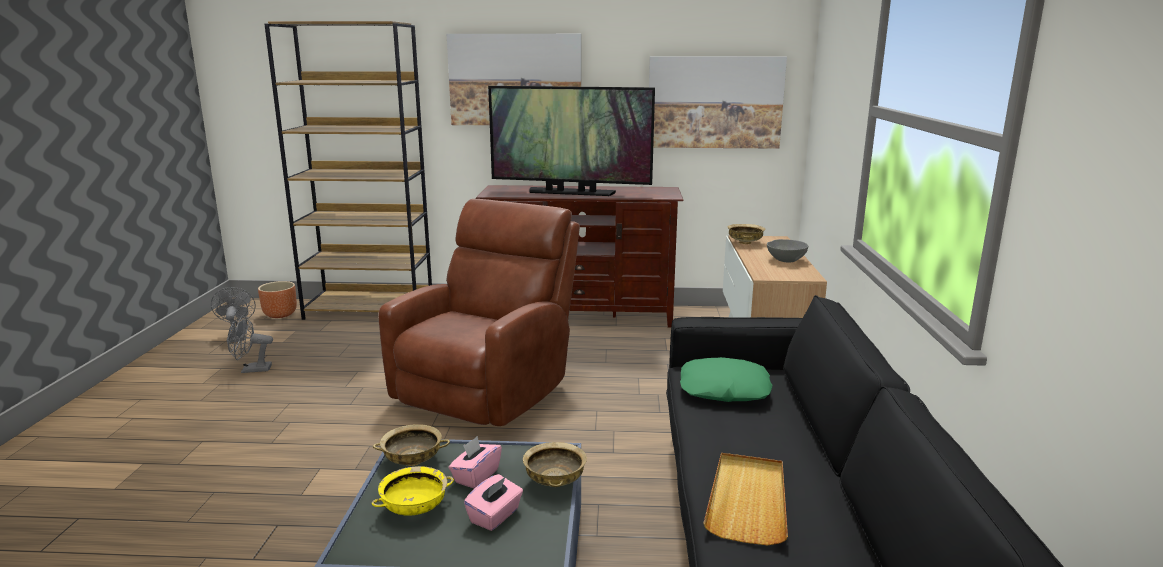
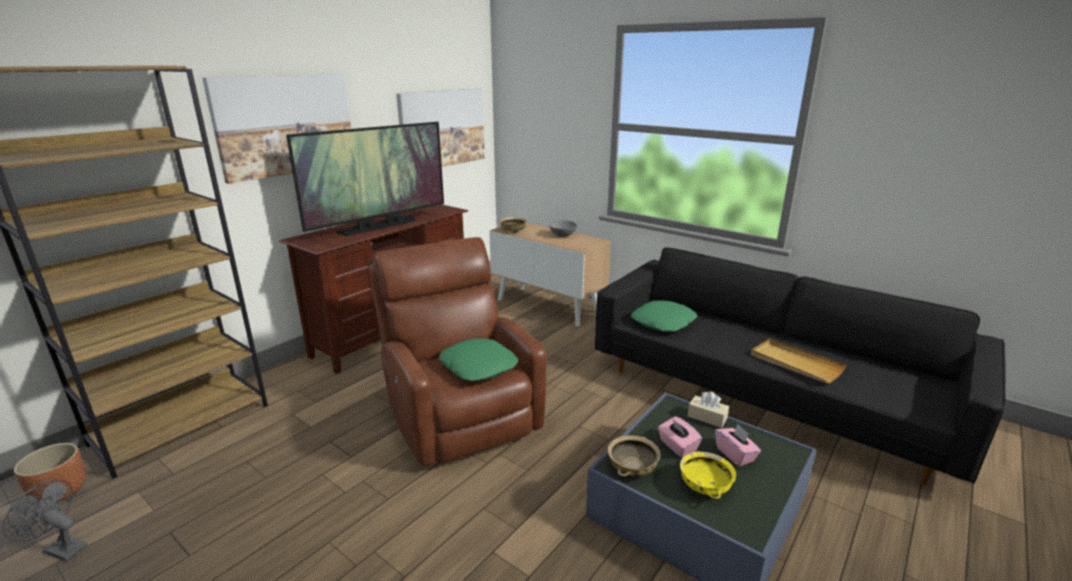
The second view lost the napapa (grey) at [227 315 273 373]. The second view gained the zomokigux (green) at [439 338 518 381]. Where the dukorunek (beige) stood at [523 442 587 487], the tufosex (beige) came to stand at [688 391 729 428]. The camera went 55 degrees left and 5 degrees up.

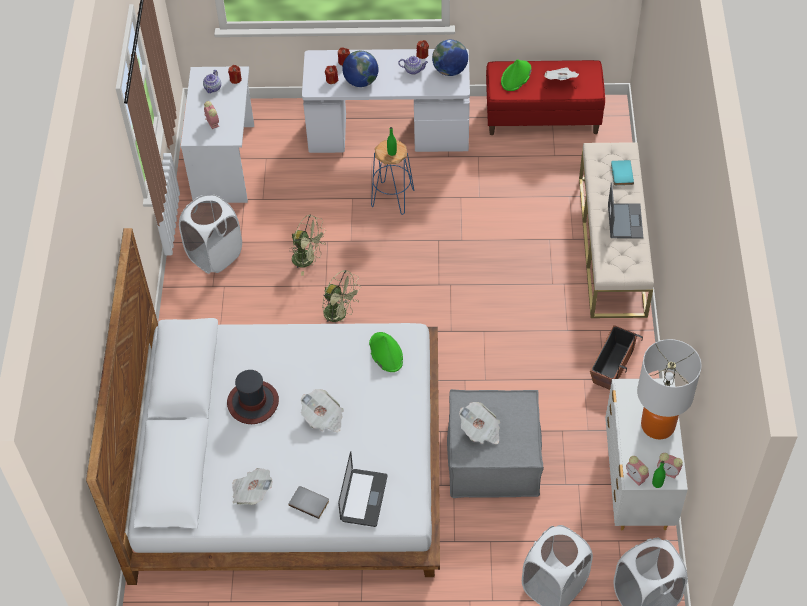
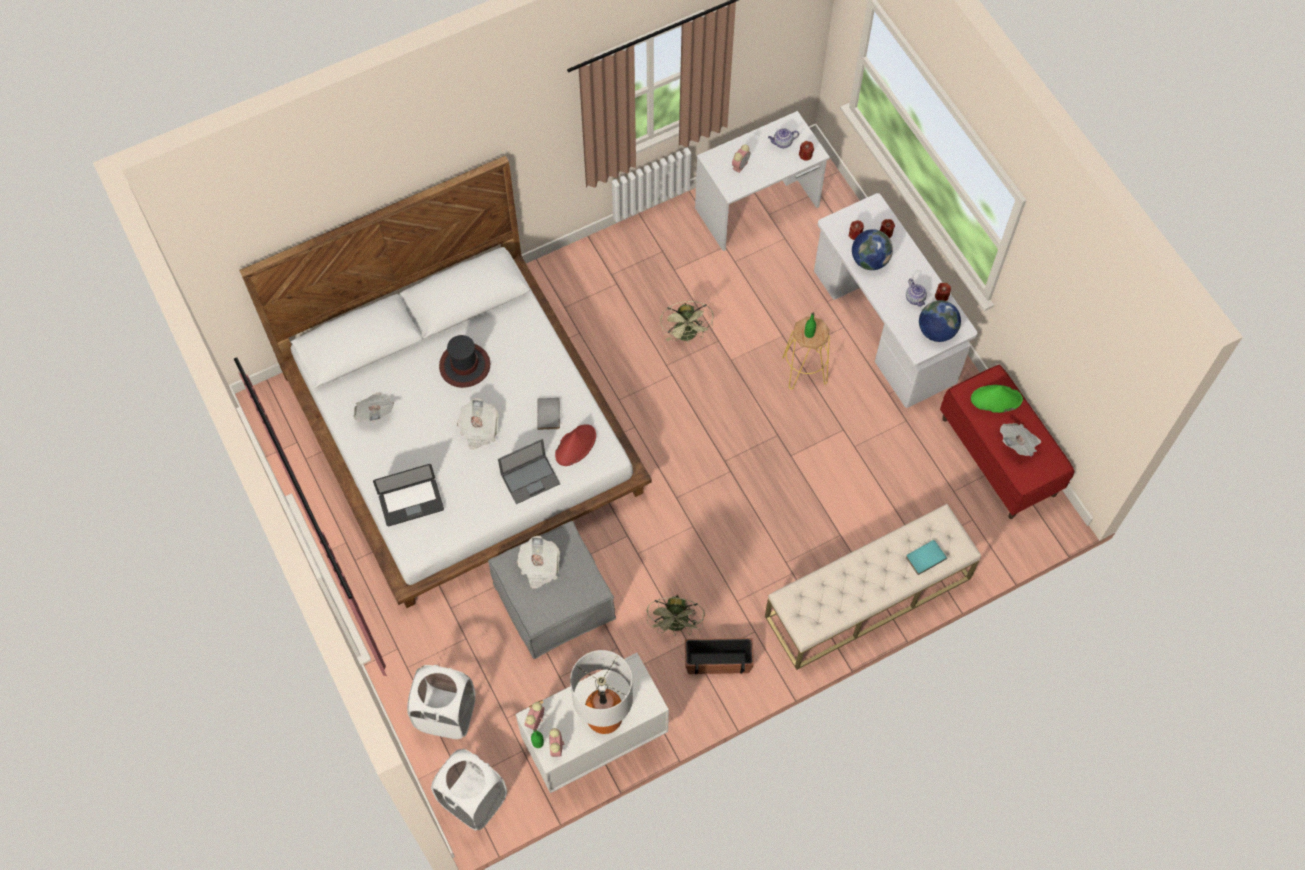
The second view lost the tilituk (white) at [179 194 242 274]. The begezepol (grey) ended up elsewhere, having gone from [288 486 329 519] to [537 398 560 430]. The napapa (green) ended up elsewhere, having gone from [322 270 360 322] to [647 595 705 636]. The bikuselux ended up elsewhere, having gone from [608 183 643 239] to [498 439 560 504]. What was the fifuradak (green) at [369 332 403 372] turned into the fifuradak (red) at [555 424 596 466]. What was the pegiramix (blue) at [371 140 414 215] turned into the pegiramix (yellow) at [782 316 830 390]. The camera went 60 degrees right and 10 degrees up.

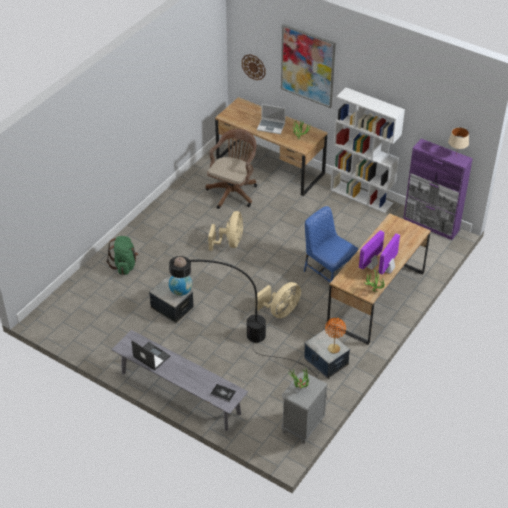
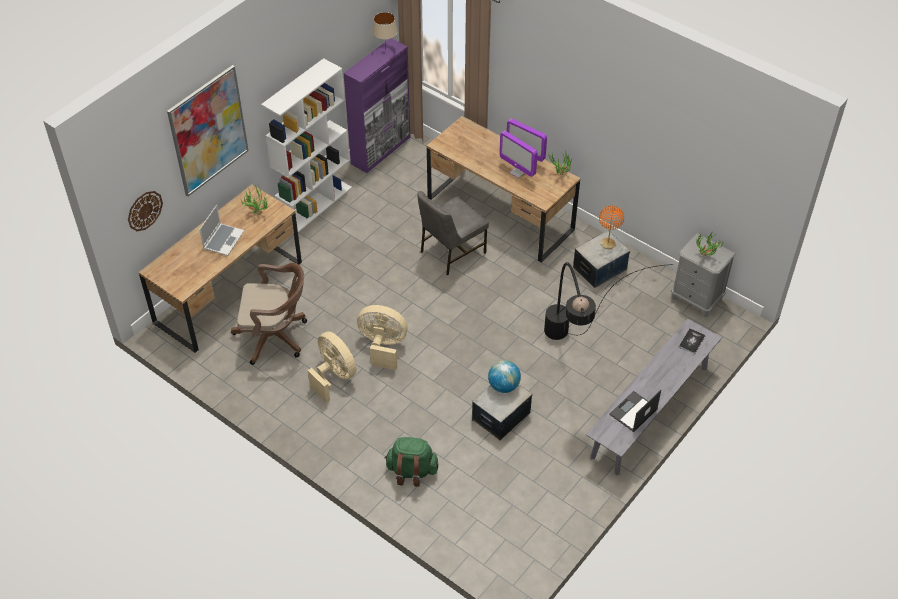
The napapa (beige) ended up elsewhere, having gone from [257 282 301 318] to [308 331 357 403]. What was the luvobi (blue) at [304 206 359 283] turned into the luvobi (grey) at [417 191 489 275]. The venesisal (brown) at [205 129 257 209] ended up facing another way, 150 degrees clockwise from before. The camera went 85 degrees left and 5 degrees up.

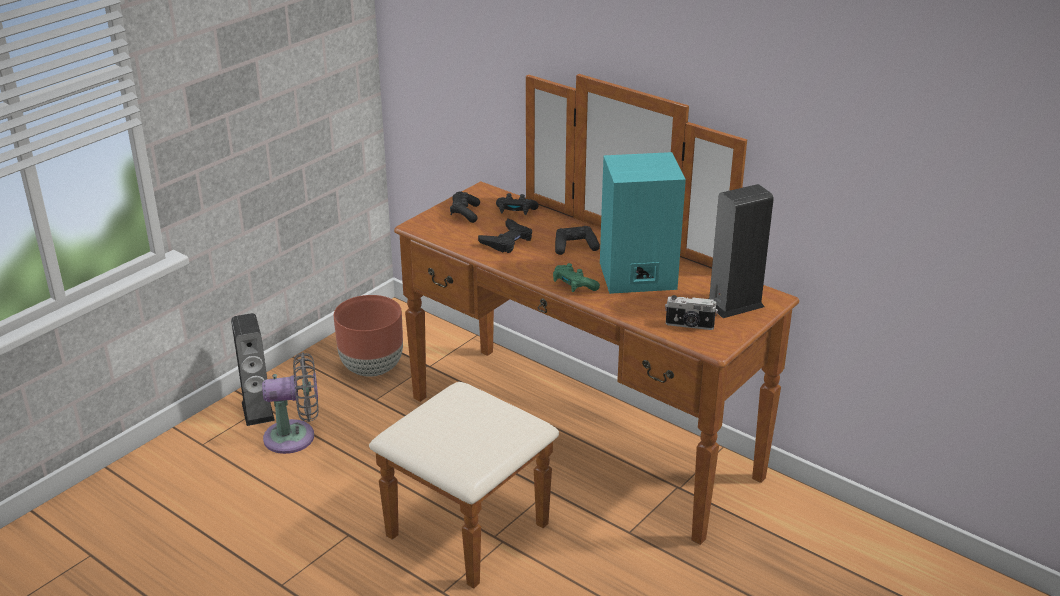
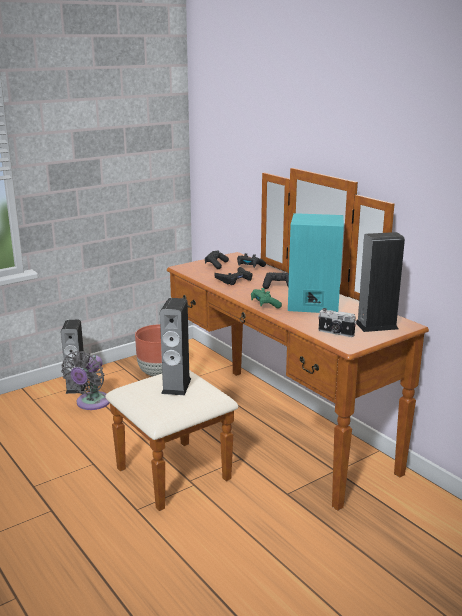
The second view gained the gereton at [160 298 191 395]. The napapa (grey) at [262 352 319 454] ended up facing another way, 105 degrees clockwise from before. The camera went 15 degrees right and 10 degrees down.

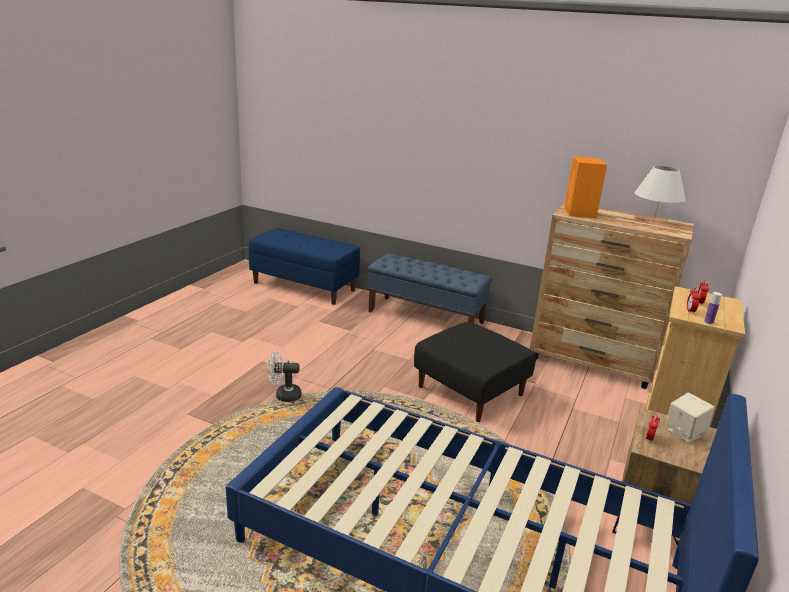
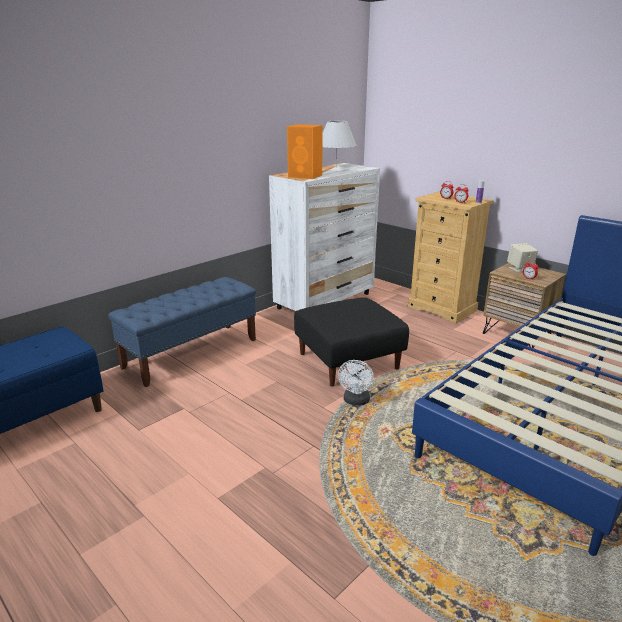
The napapa (white) ended up elsewhere, having gone from [267 351 301 402] to [338 360 374 406]. What was the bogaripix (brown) at [530 202 694 389] turned into the bogaripix (white) at [269 163 380 311]. The camera went 70 degrees left and 0 degrees up.

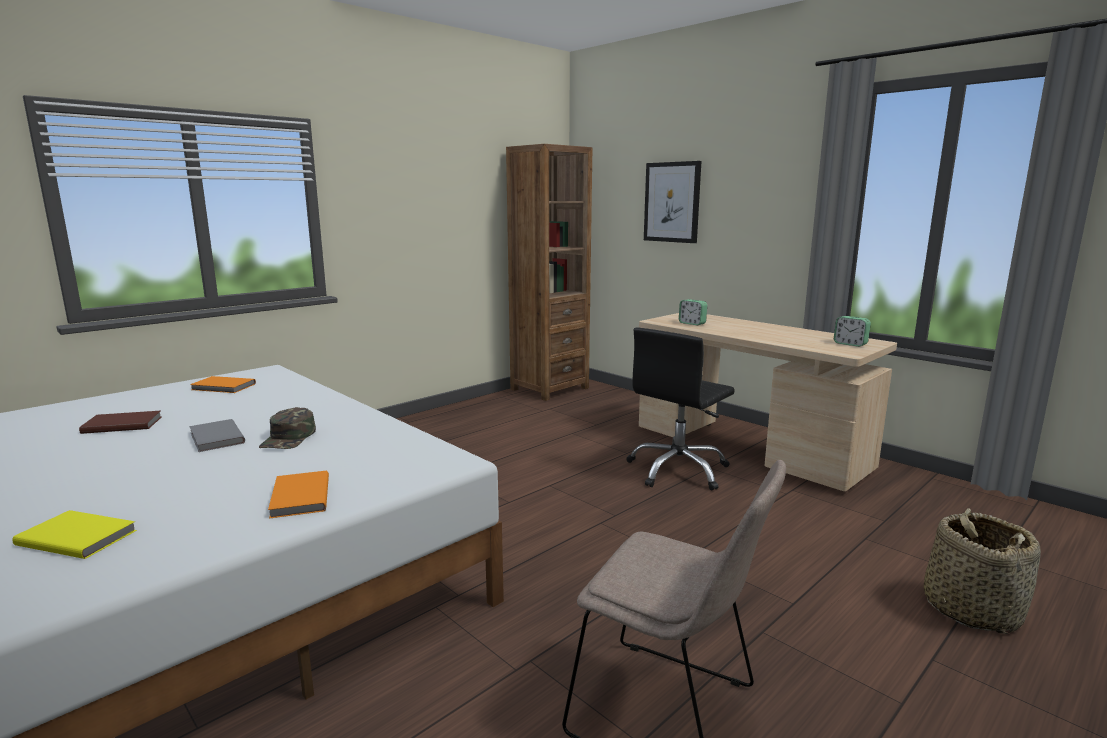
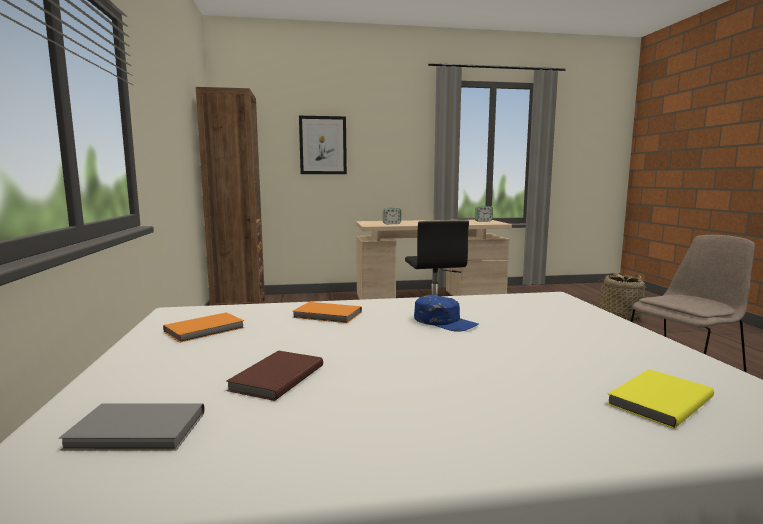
The begezepol (grey) ended up elsewhere, having gone from [189 419 245 452] to [59 403 205 451]. The begezepol (orange) ended up elsewhere, having gone from [268 471 329 519] to [292 302 362 323]. What was the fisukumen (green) at [259 407 316 449] turned into the fisukumen (blue) at [414 295 479 332]. The camera went 55 degrees left and 5 degrees down.

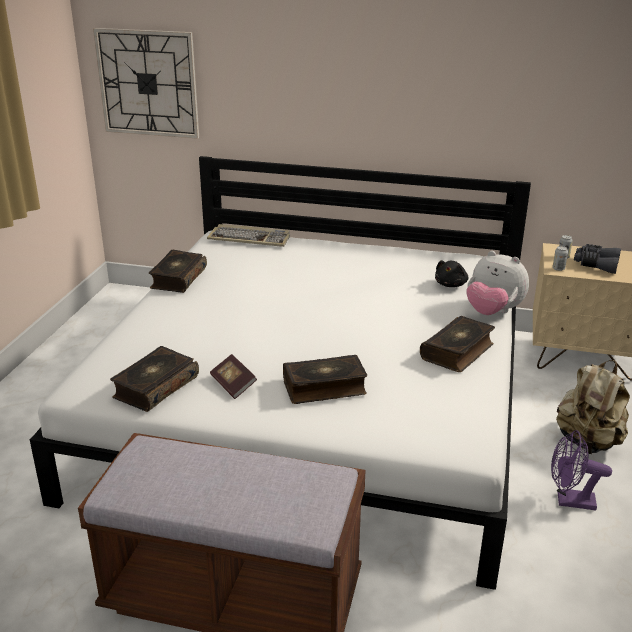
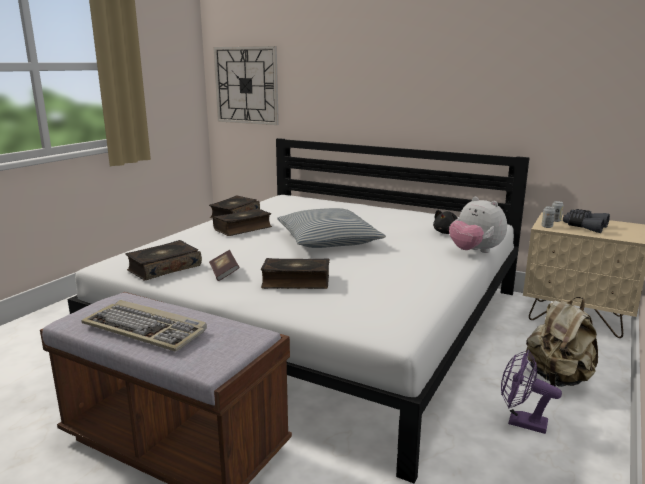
The second view gained the zomokigux at [277 208 386 248]. The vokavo ended up elsewhere, having gone from [207 224 290 247] to [81 300 207 352]. The begezepol ended up elsewhere, having gone from [420 316 495 372] to [213 208 272 236]. The camera went 15 degrees right and 10 degrees down.

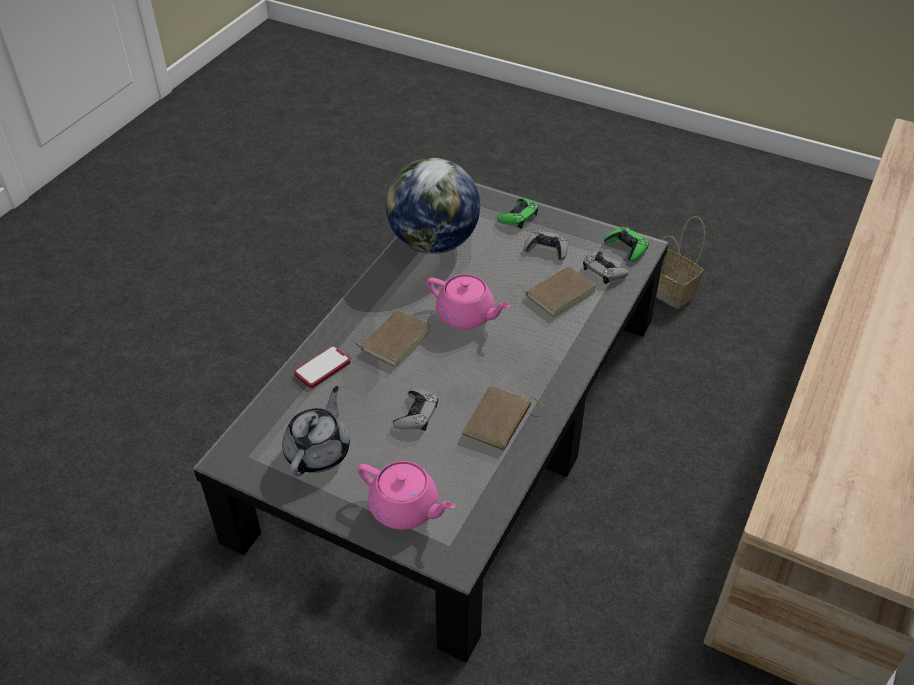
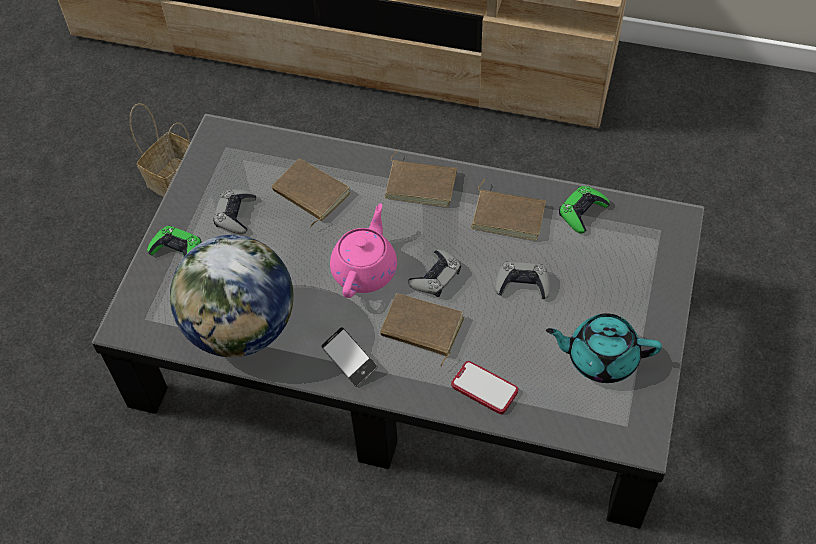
The second view lost the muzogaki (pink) at [358 461 455 530]. The second view gained the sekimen at [321 327 378 387]. The second view gained the begezepol (brown) at [384 150 457 207]. The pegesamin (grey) ended up elsewhere, having gone from [583 251 629 284] to [408 249 461 297]. The pegesamin (green) ended up elsewhere, having gone from [604 227 649 262] to [559 186 610 233]. What was the muzogaki (grey) at [282 386 350 476] turned into the muzogaki (turquoise) at [546 313 662 383]. The camera went 100 degrees left and 10 degrees up.

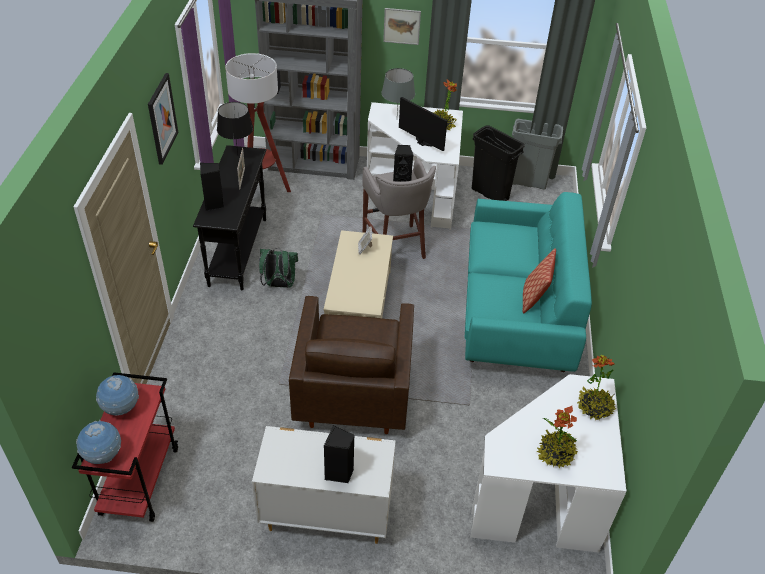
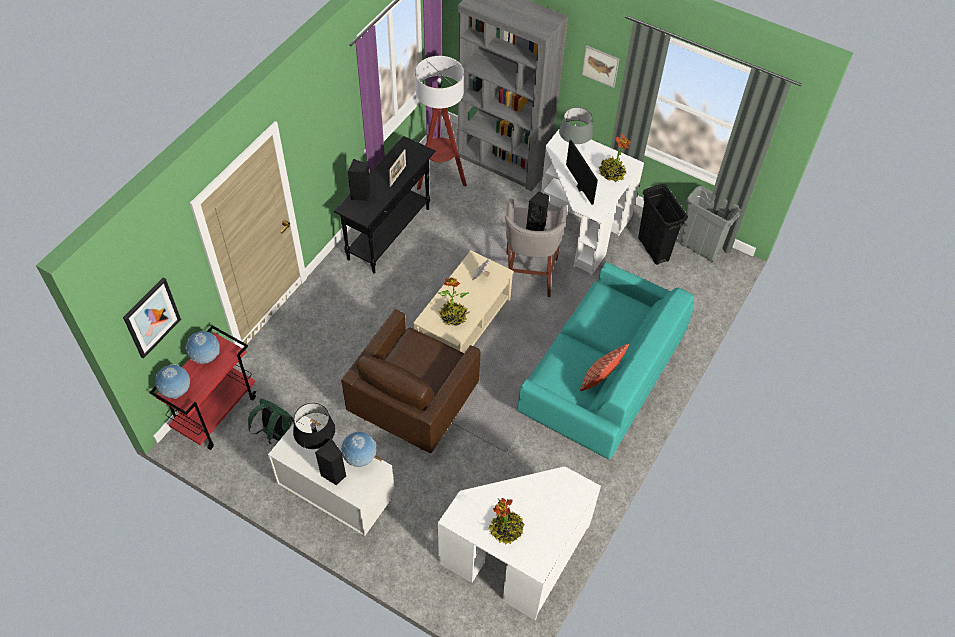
The second view gained the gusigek at [341 432 376 467]. The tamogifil ended up elsewhere, having gone from [148 73 178 165] to [123 277 181 359]. The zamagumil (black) ended up elsewhere, having gone from [217 102 253 154] to [293 403 335 449]. The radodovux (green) ended up elsewhere, having gone from [259 248 298 288] to [248 399 294 446]. The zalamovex ended up elsewhere, having gone from [577 355 616 420] to [438 278 469 325]. The camera went 25 degrees right and 10 degrees up.

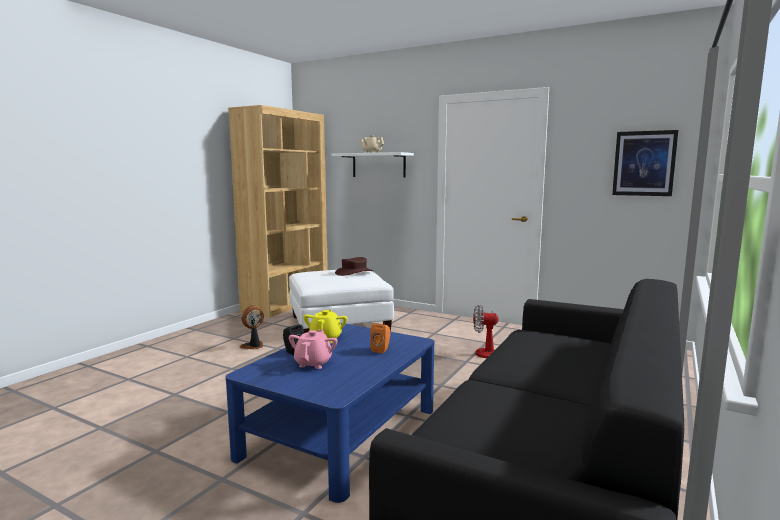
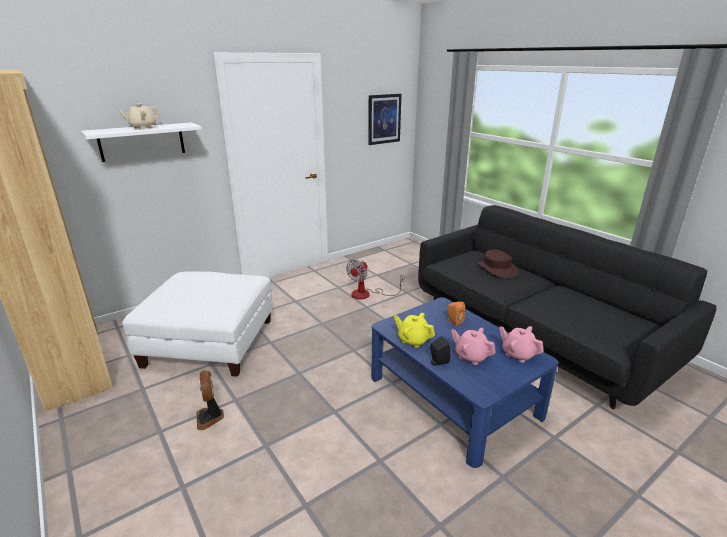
The second view gained the muzogaki (pink) at [499 326 544 362]. The fifuradak (brown) ended up elsewhere, having gone from [335 257 374 276] to [478 249 518 278]. The camera went 65 degrees left and 15 degrees up.

